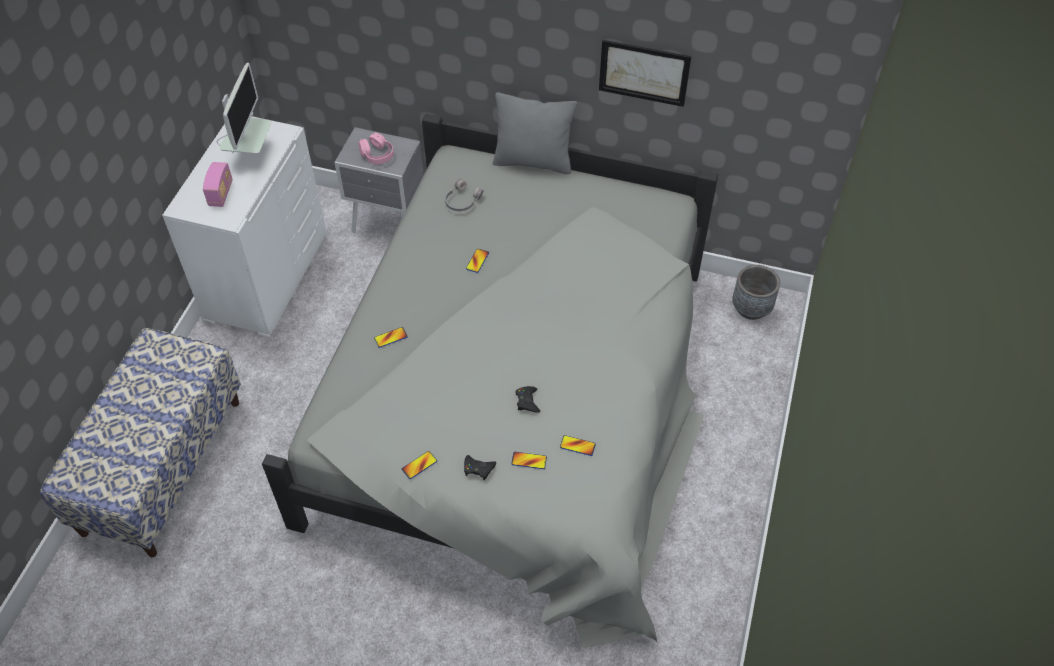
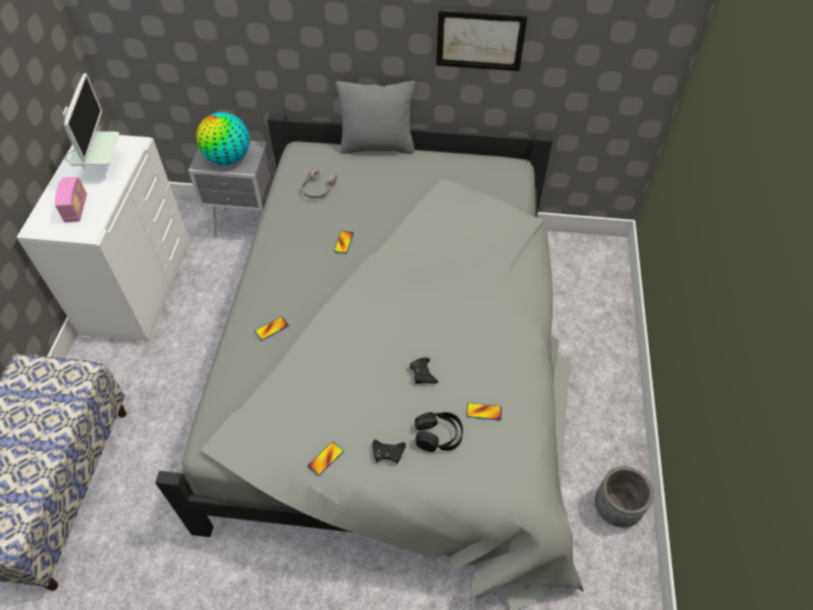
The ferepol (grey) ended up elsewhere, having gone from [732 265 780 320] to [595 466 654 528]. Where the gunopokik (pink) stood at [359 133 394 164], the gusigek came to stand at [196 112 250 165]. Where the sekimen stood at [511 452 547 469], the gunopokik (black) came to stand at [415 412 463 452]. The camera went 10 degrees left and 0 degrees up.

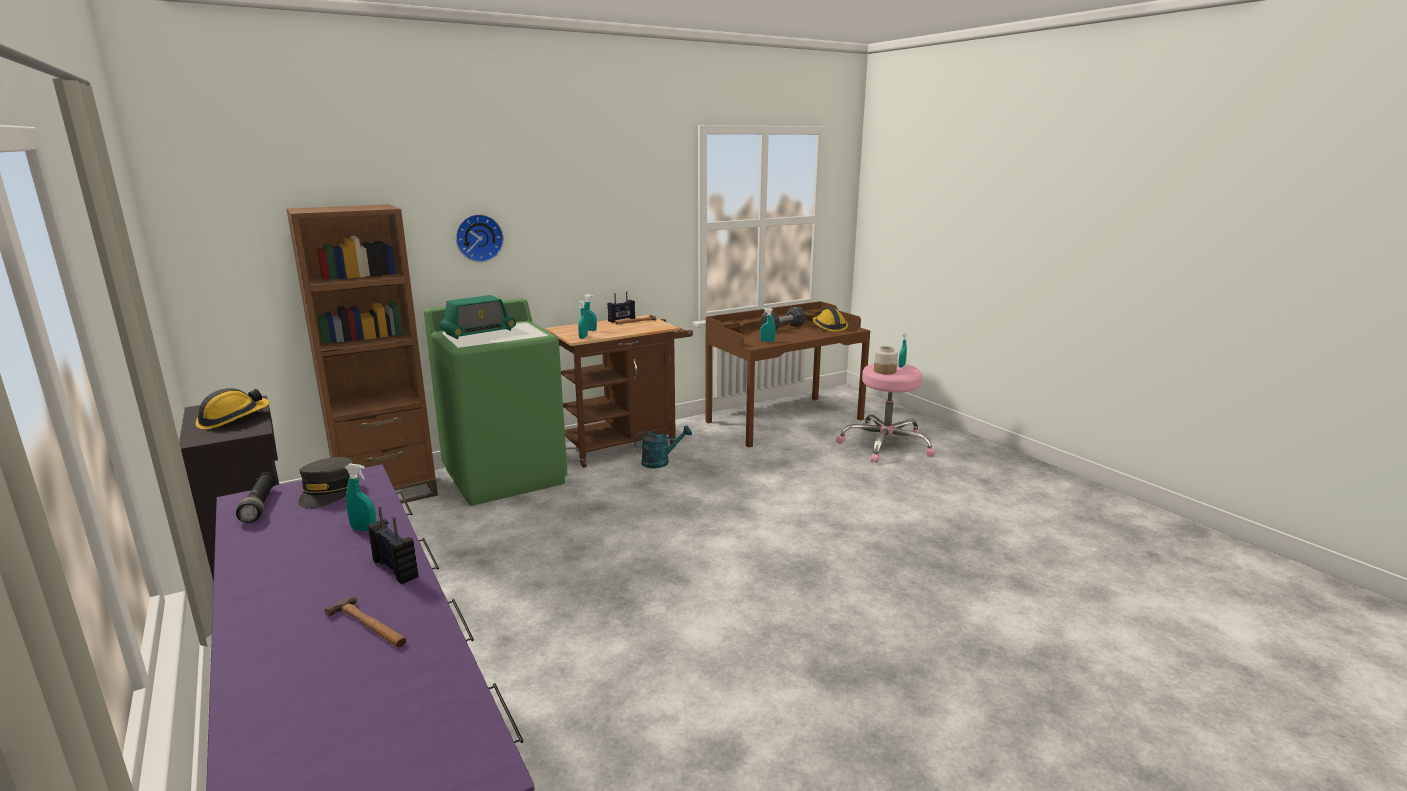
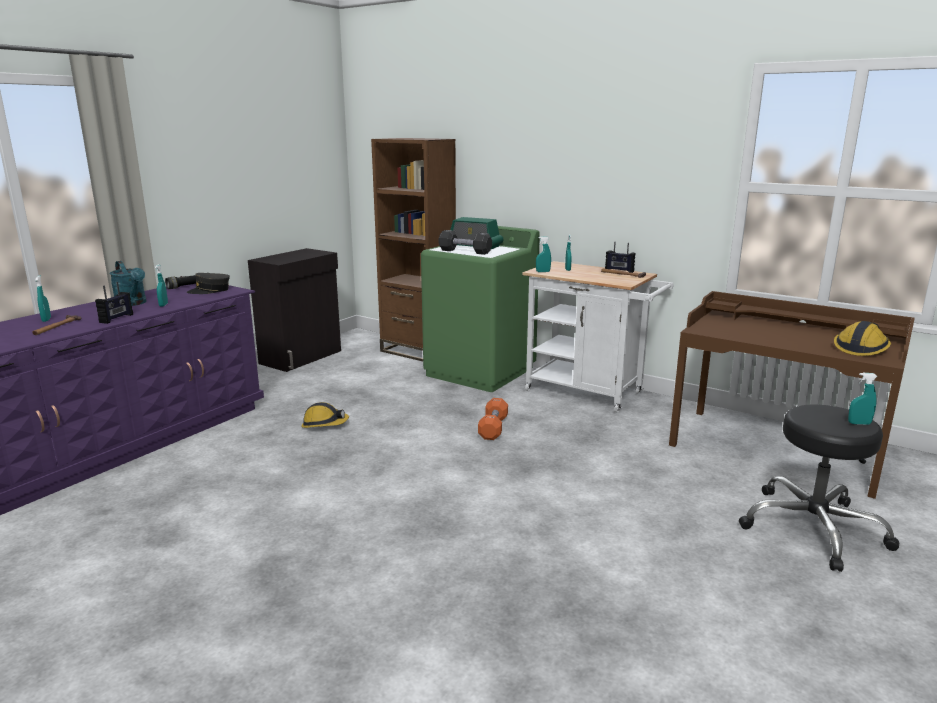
The second view lost the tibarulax at [456 214 504 262]. The second view lost the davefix at [874 346 898 374]. The second view gained the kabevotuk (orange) at [478 398 508 440]. The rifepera ended up elsewhere, having gone from [195 388 270 430] to [301 402 349 428]. The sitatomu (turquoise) ended up elsewhere, having gone from [634 426 692 468] to [110 261 147 306]. The kabevotuk (black) ended up elsewhere, having gone from [760 307 806 331] to [439 230 492 255]. The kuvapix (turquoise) ended up elsewhere, having gone from [760 308 775 342] to [35 275 51 322]. What was the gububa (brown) at [545 315 693 468] turned into the gububa (white) at [522 261 674 413]. What was the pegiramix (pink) at [836 363 936 463] turned into the pegiramix (black) at [739 404 899 572]. The camera went 65 degrees right and 0 degrees up.

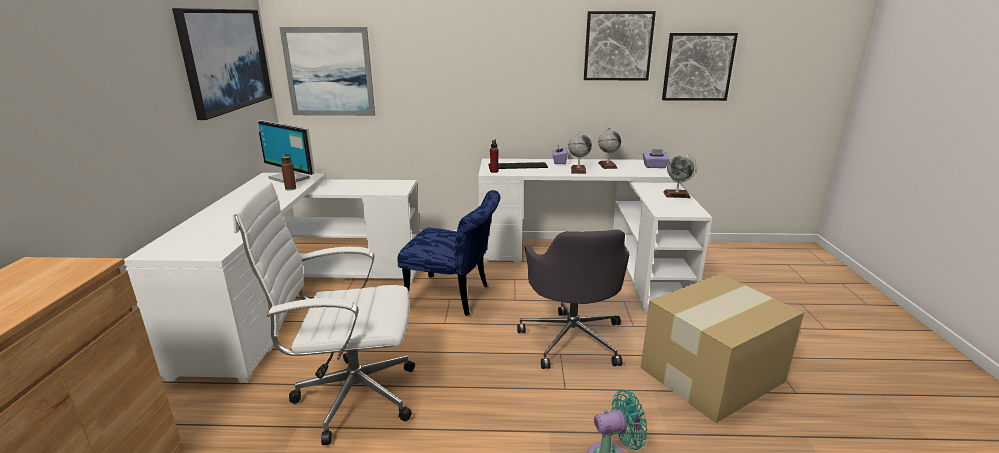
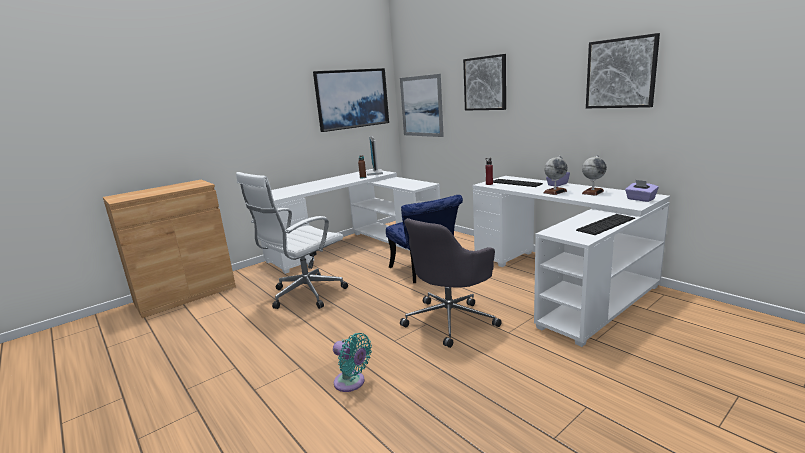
The second view lost the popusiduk at [641 274 804 423]. The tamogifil ended up elsewhere, having gone from [662 33 738 101] to [463 54 506 111]. Where the gusigek stood at [663 154 697 198], the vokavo came to stand at [576 214 635 235]. The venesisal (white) at [232 181 415 445] ended up facing another way, 90 degrees counterclockwise from before. The camera went 50 degrees right and 5 degrees down.

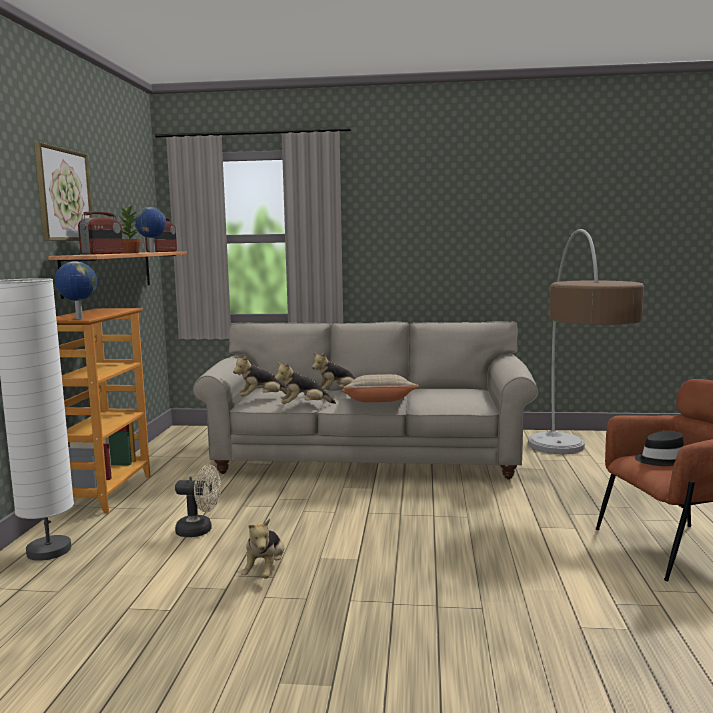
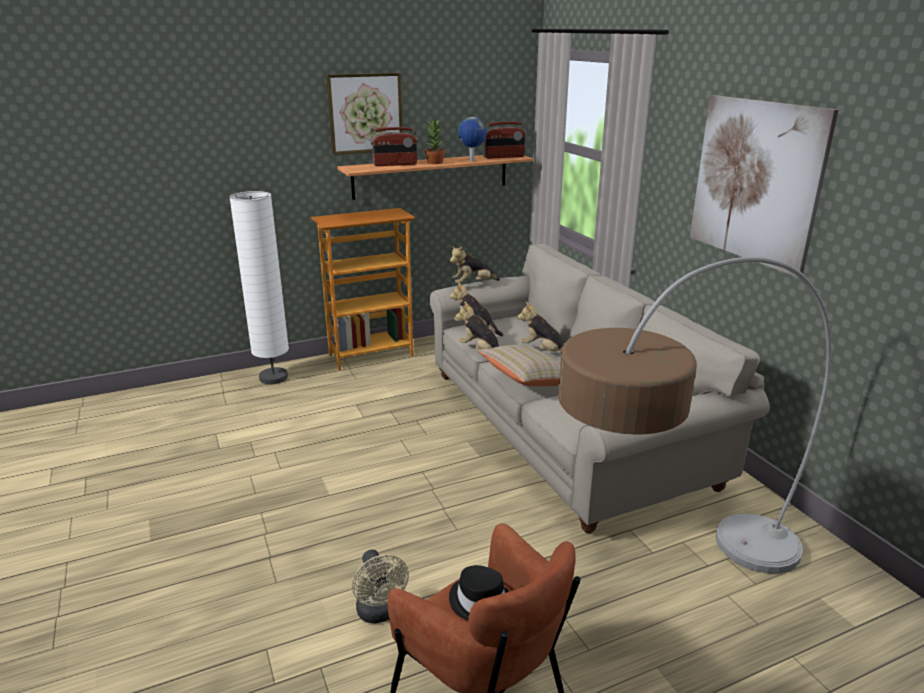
The second view lost the gusigek at [55 261 97 319]. The second view gained the tamogifil at [690 95 838 278]. The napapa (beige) ended up elsewhere, having gone from [175 465 221 537] to [352 549 409 624]. The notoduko ended up elsewhere, having gone from [241 518 285 579] to [450 246 500 284]. The camera went 60 degrees right and 15 degrees up.

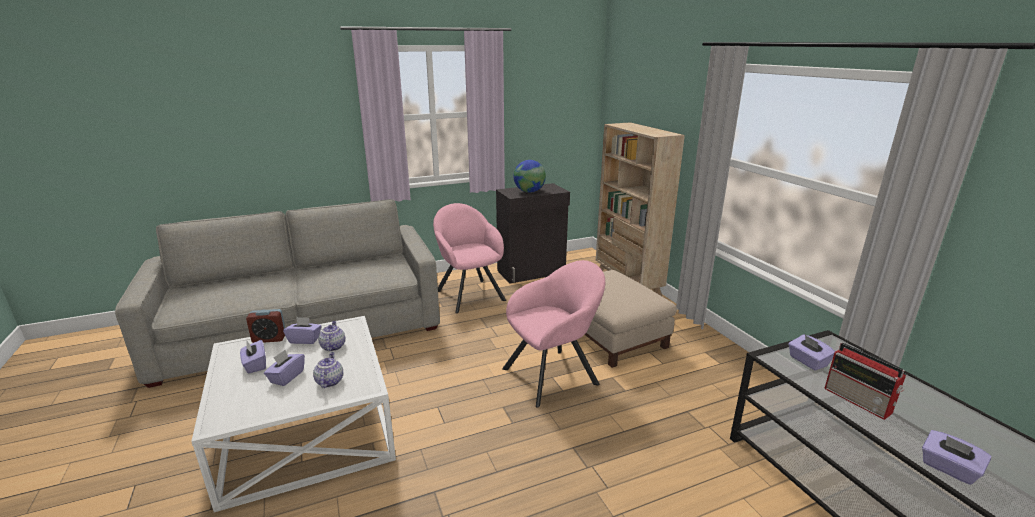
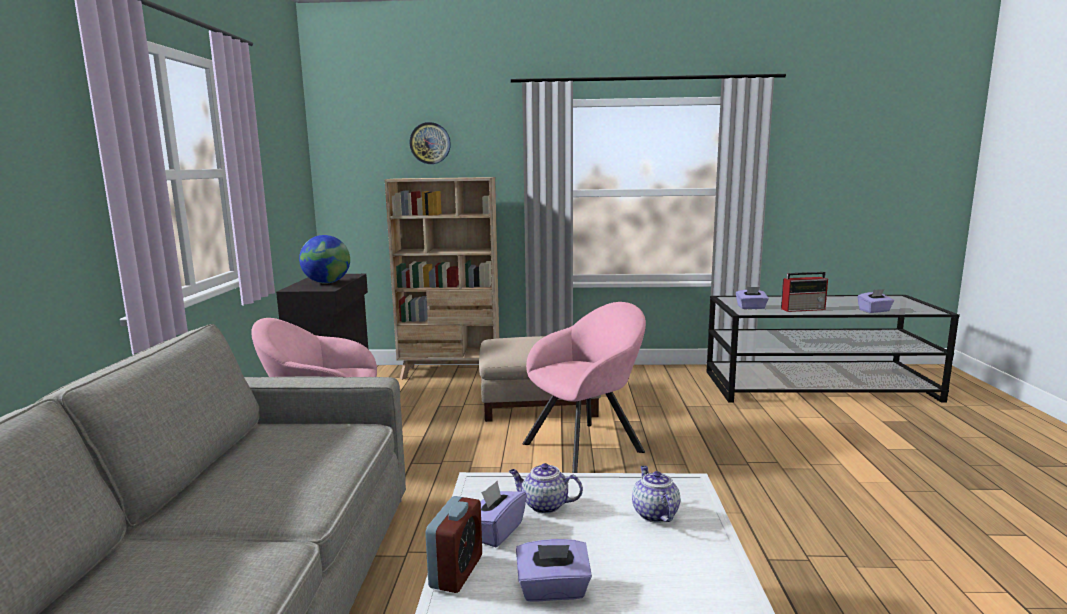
The second view lost the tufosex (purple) at [264 350 305 386]. The second view gained the tibarulax at [410 122 451 164]. The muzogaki at [313 352 343 388] ended up facing another way, 60 degrees clockwise from before. The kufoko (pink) at [502 260 605 408] ended up facing another way, 60 degrees clockwise from before. The camera went 65 degrees left and 10 degrees down.

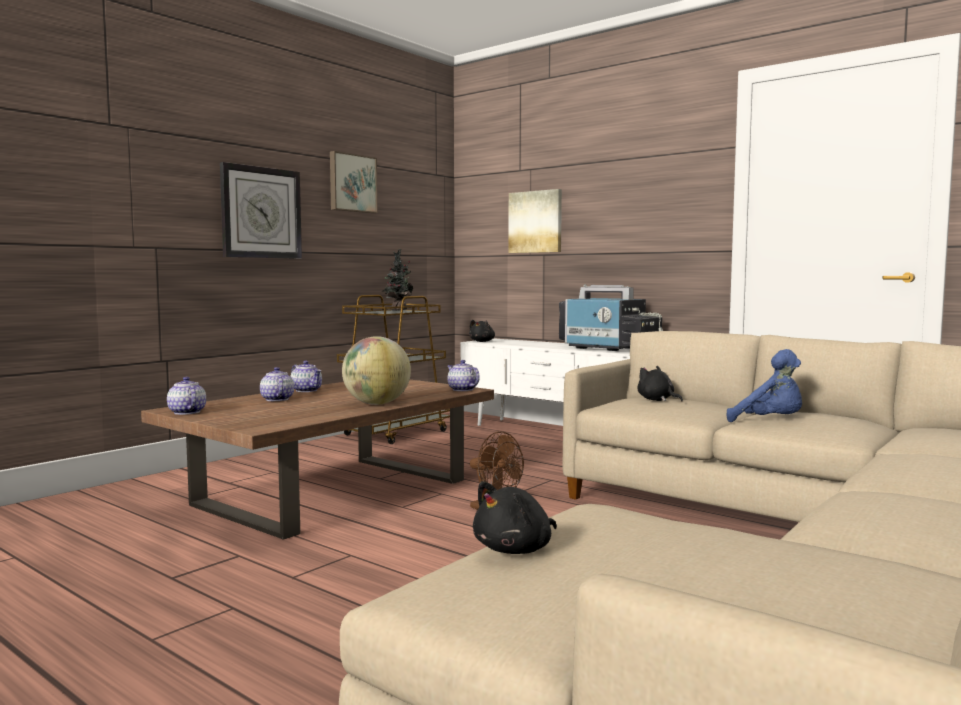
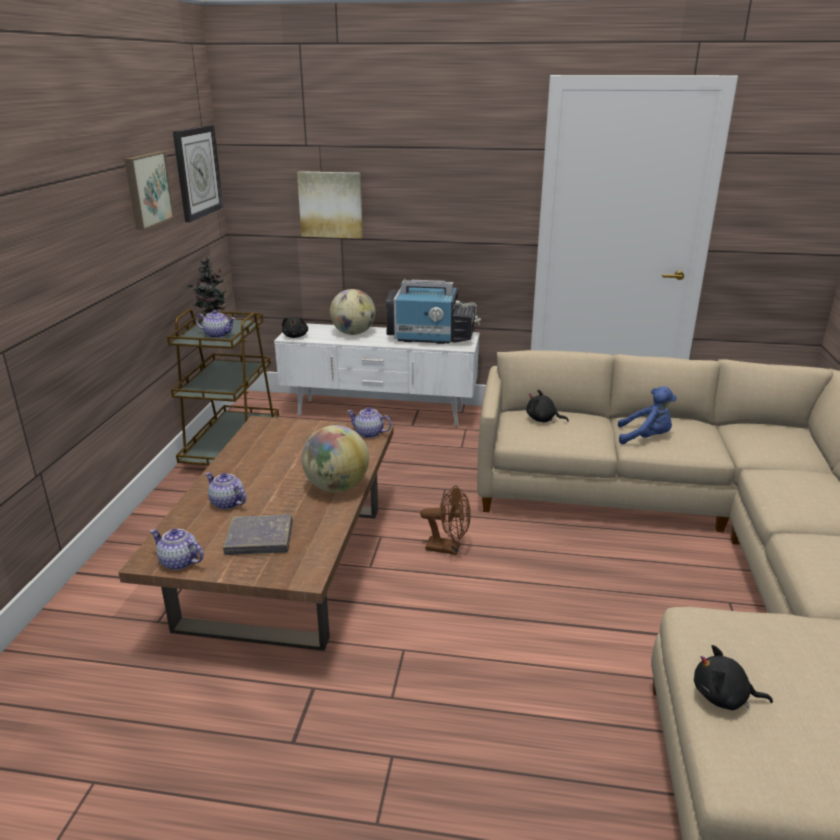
The second view gained the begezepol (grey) at [223 514 293 555]. The second view gained the gusigek at [330 289 375 335]. The tibarulax ended up elsewhere, having gone from [220 162 302 259] to [173 125 224 222]. The muzogaki ended up elsewhere, having gone from [290 361 322 392] to [196 310 236 338]. The notoduko (black) at [473 481 557 554] ended up facing another way, 90 degrees clockwise from before. The camera went 30 degrees left and 20 degrees up.

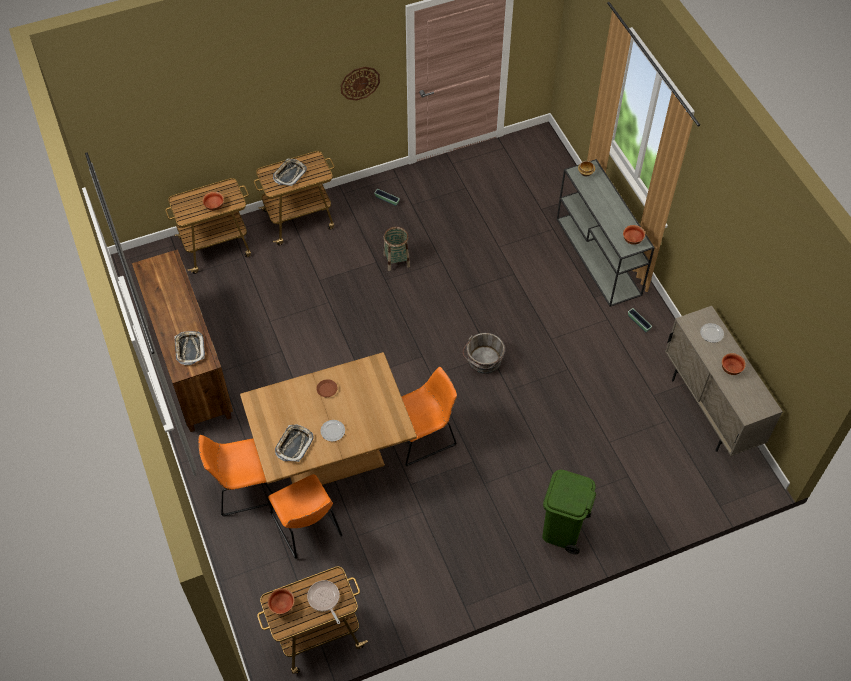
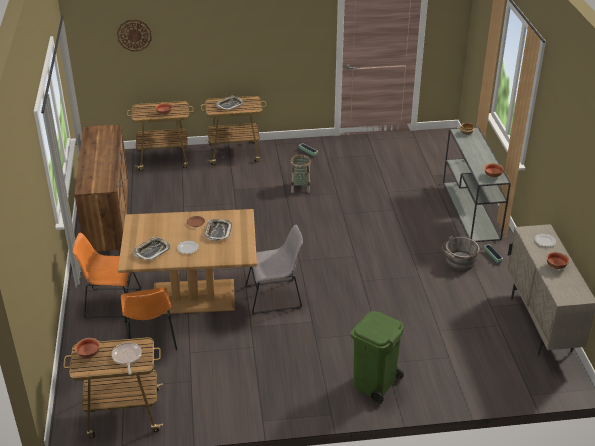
The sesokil ended up elsewhere, having gone from [175 331 205 365] to [204 219 232 241]. The tibarulax ended up elsewhere, having gone from [340 67 380 101] to [117 20 152 51]. The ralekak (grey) ended up elsewhere, having gone from [463 333 505 374] to [442 236 480 271]. What was the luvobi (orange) at [402 367 457 466] turned into the luvobi (grey) at [245 225 303 314]. The camera went 15 degrees right and 20 degrees down.

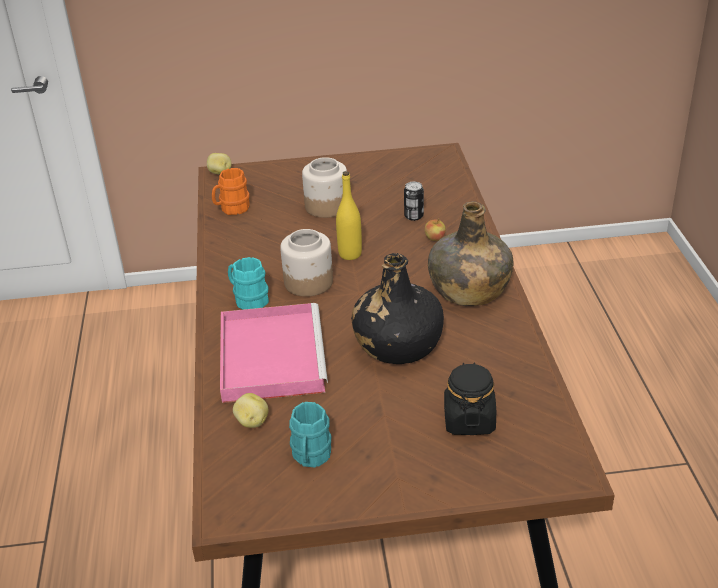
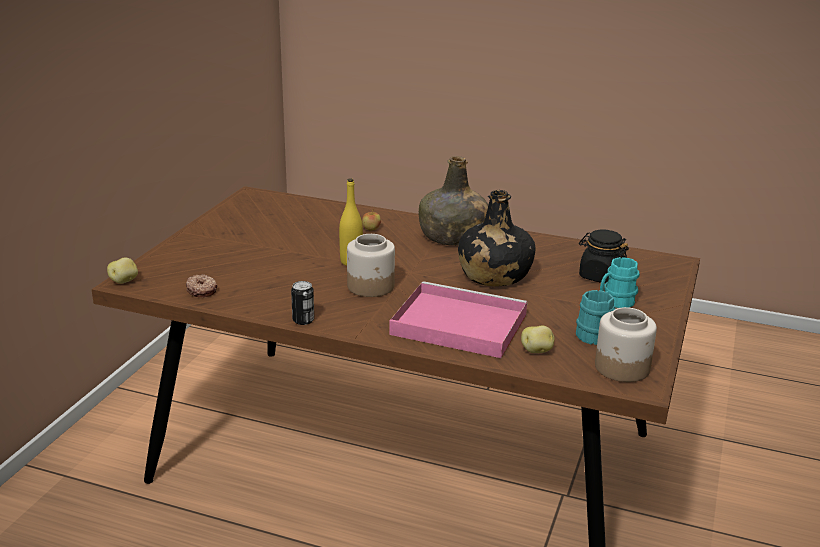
The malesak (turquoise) ended up elsewhere, having gone from [228 257 269 309] to [600 257 640 308]. The davefix ended up elsewhere, having gone from [302 157 347 218] to [595 307 657 382]. The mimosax ended up elsewhere, having gone from [404 182 424 221] to [291 281 314 325]. Where the malesak (orange) stood at [212 168 250 215], the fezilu came to stand at [186 274 218 297]. The camera went 65 degrees left and 10 degrees down.

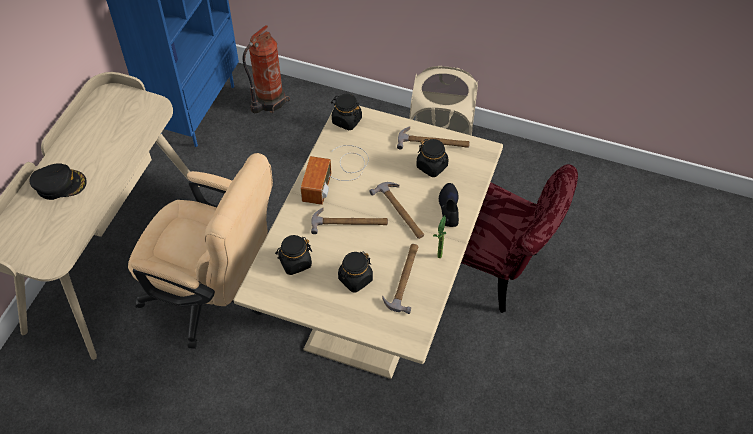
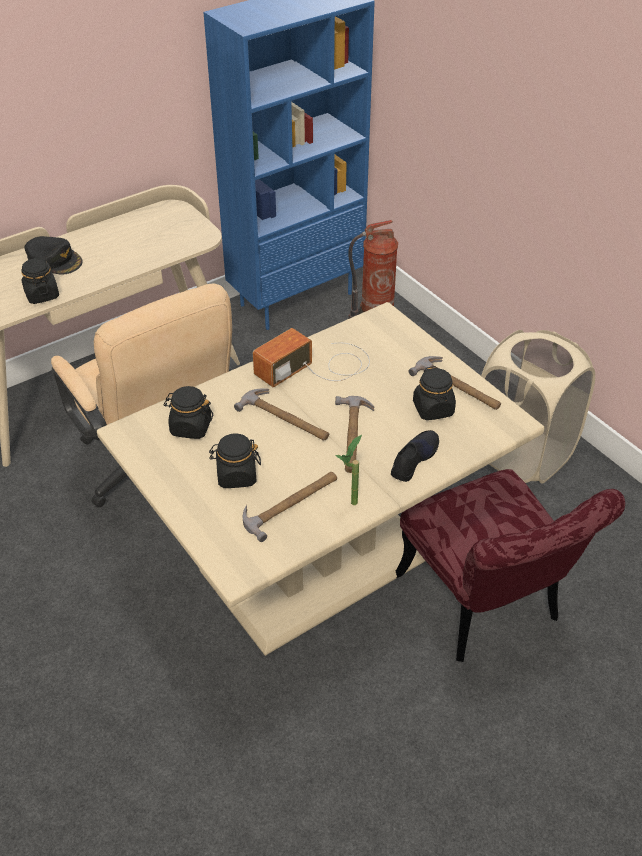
The davefix (black) ended up elsewhere, having gone from [331 94 362 130] to [21 258 59 304]. The camera went 35 degrees right and 10 degrees down.

